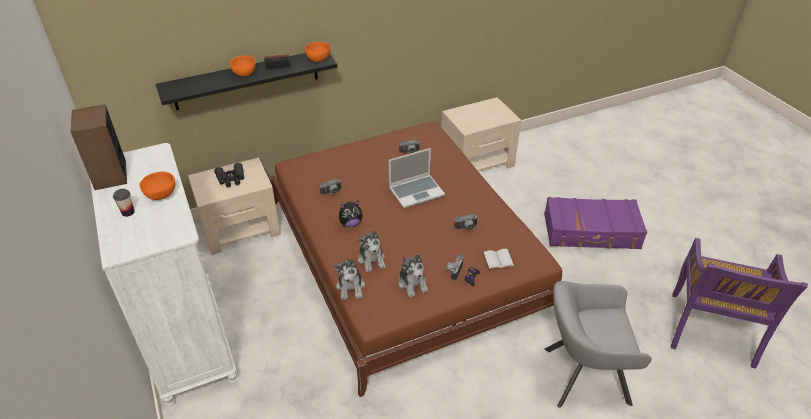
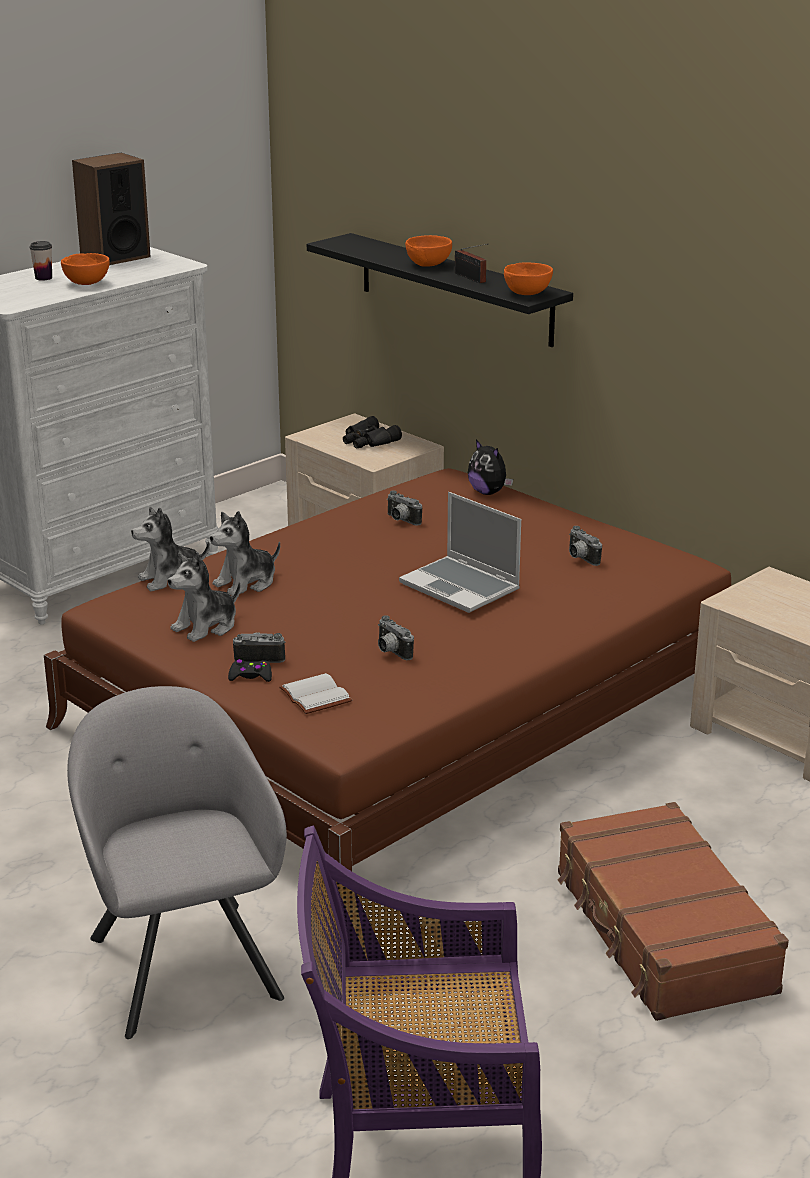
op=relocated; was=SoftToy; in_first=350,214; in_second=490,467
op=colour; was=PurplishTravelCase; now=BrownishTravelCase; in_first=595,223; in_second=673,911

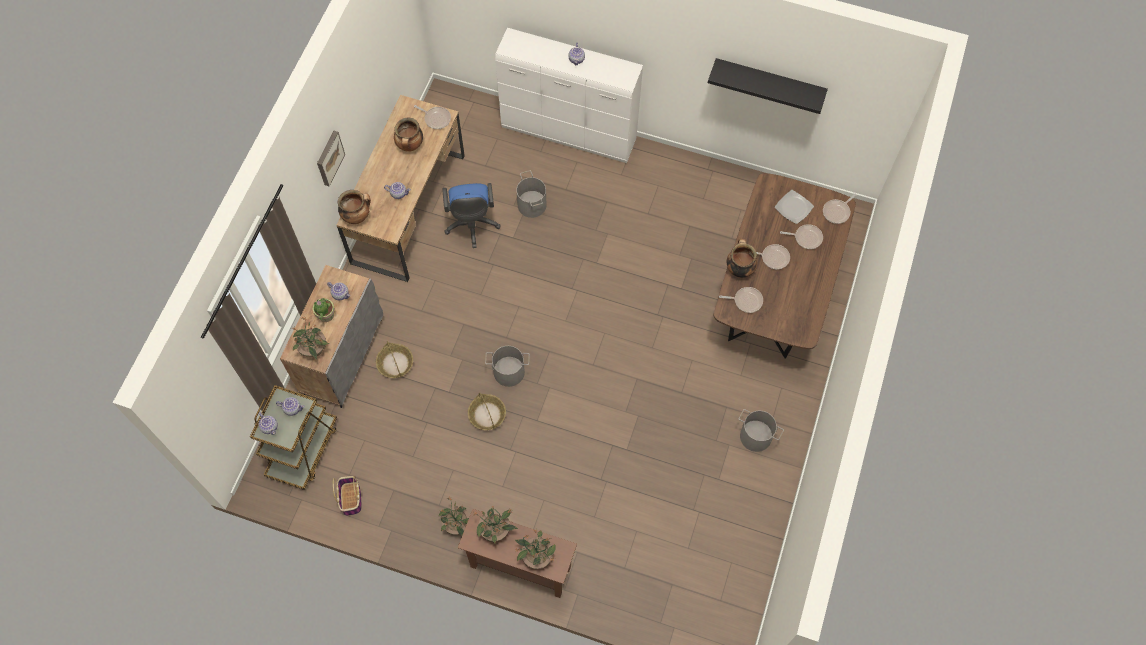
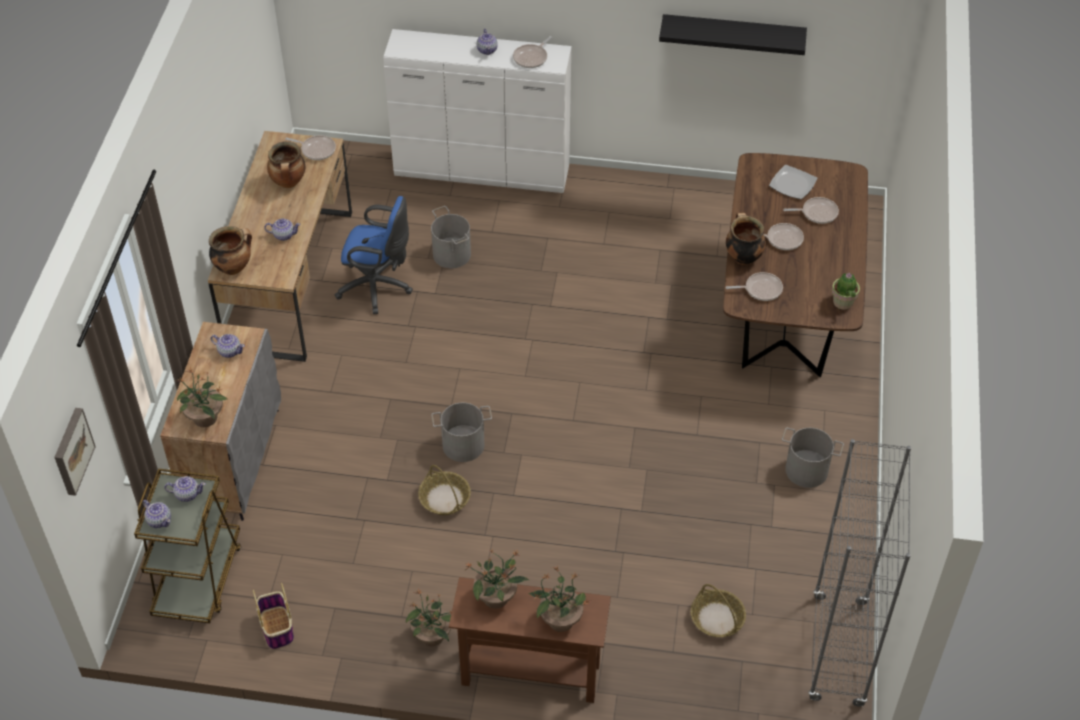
op=relocated; was=WallArt; in_first=331,158; in_second=75,452
op=spun; was=BlueDeskChair; in_first=472,215; in_second=374,255; clockwise=-60
op=relocated; was=Pan; in_first=839,209; in_second=532,52
op=relocated; was=StorageBasket; in_first=394,359; in_second=718,610
op=appeared; now=GreyishShelvingUnit; in_second=859,573
op=relocated; was=Houseplant; in_first=324,310; in_second=846,291

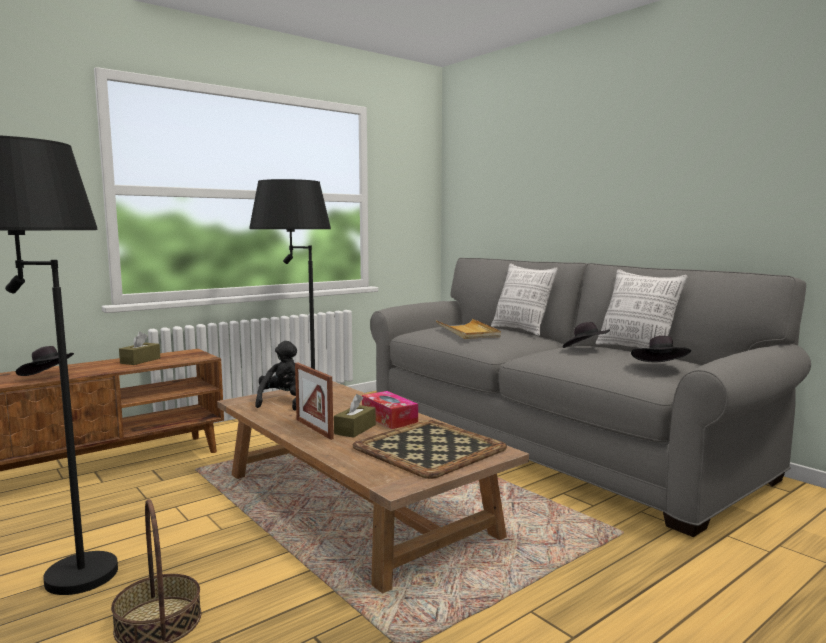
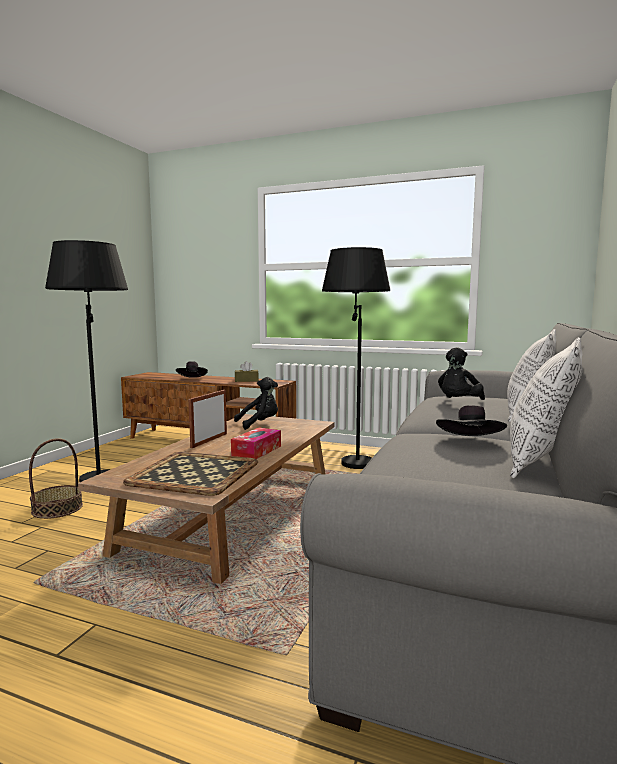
op=exchanged; was=BeigeColouredTray; now=BlackColouredSoftToy; in_first=468,329; in_second=461,373
op=missing; was=BrownishTissueHolder; in_first=355,416
op=missing; was=BlackColouredHat; in_first=661,349

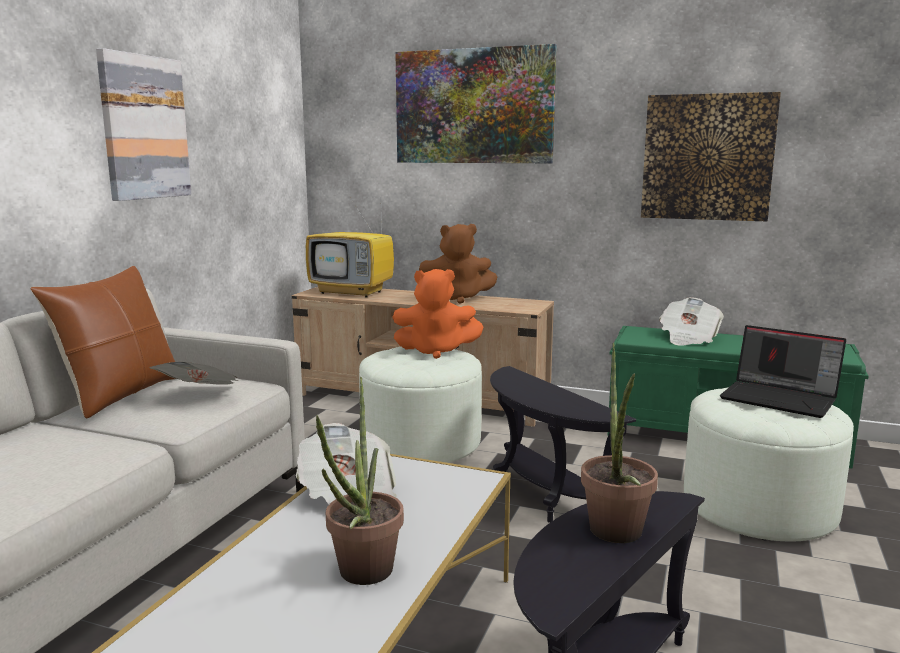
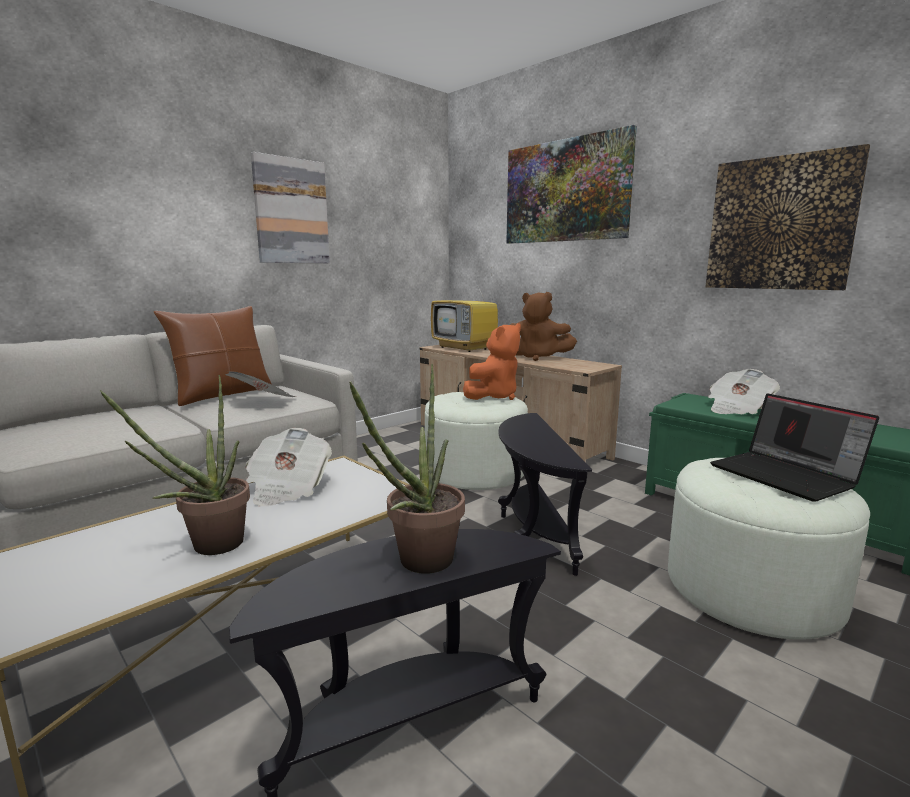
op=spun; was=OrangeSoftToy; in_first=438,314; in_second=492,361; clockwise=-75

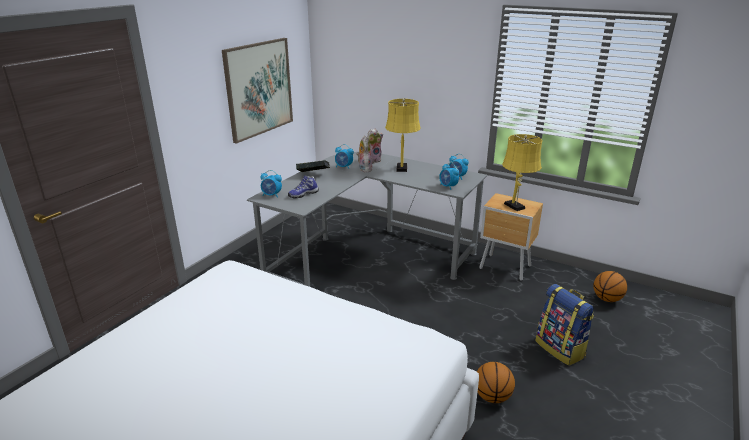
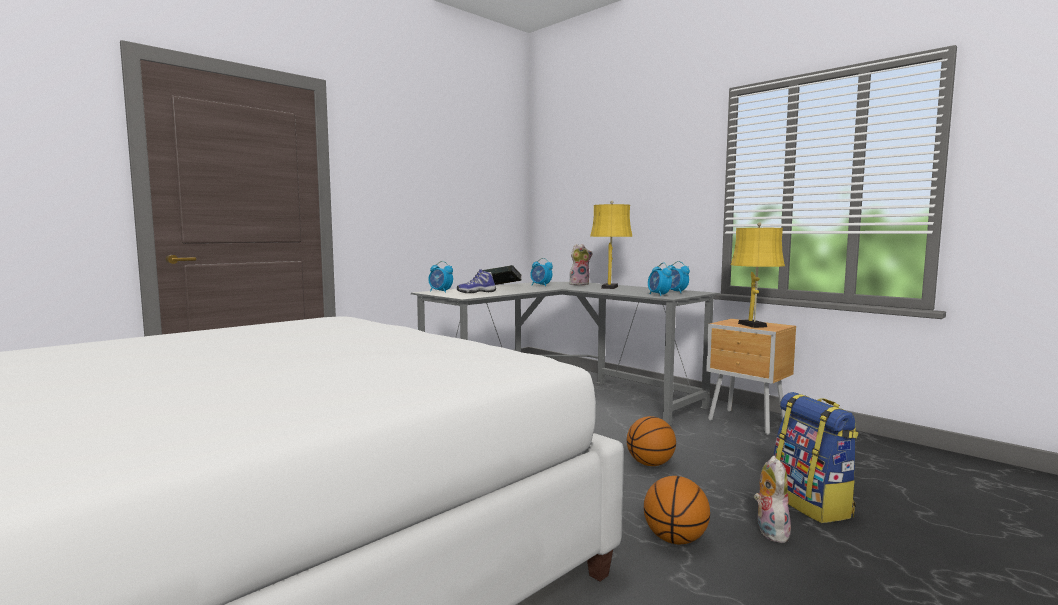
op=relocated; was=BasketballBall; in_first=610,286; in_second=651,441
op=relocated; was=SoftToy; in_first=364,153; in_second=772,499
op=missing; was=WallArt; in_first=257,91

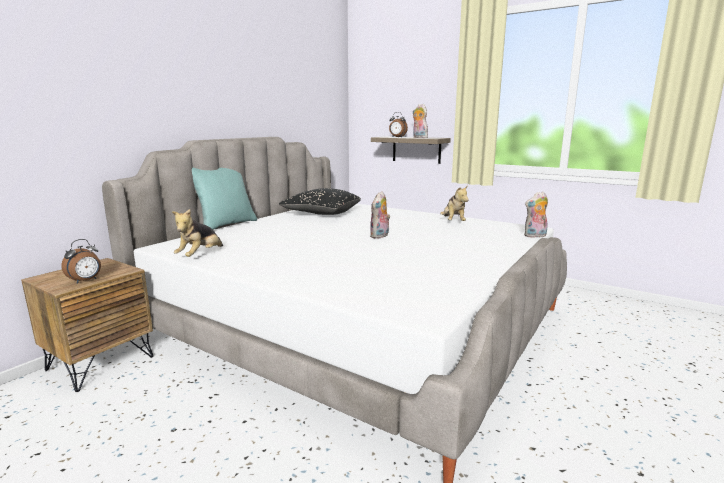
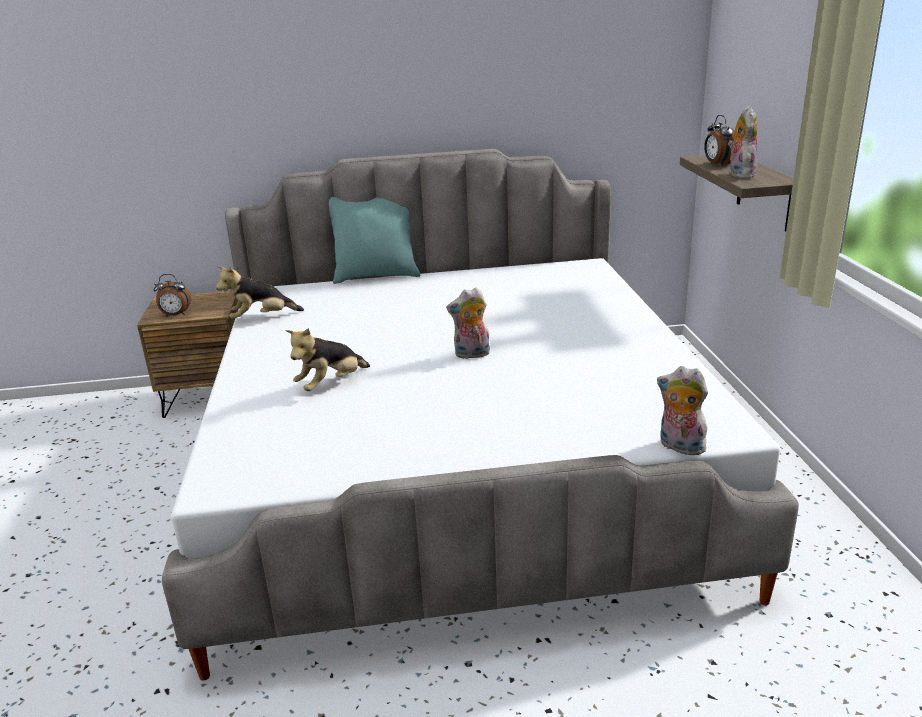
op=relocated; was=SoftToy; in_first=454,203; in_second=327,359
op=missing; was=BlackColouredCushion; in_first=320,201

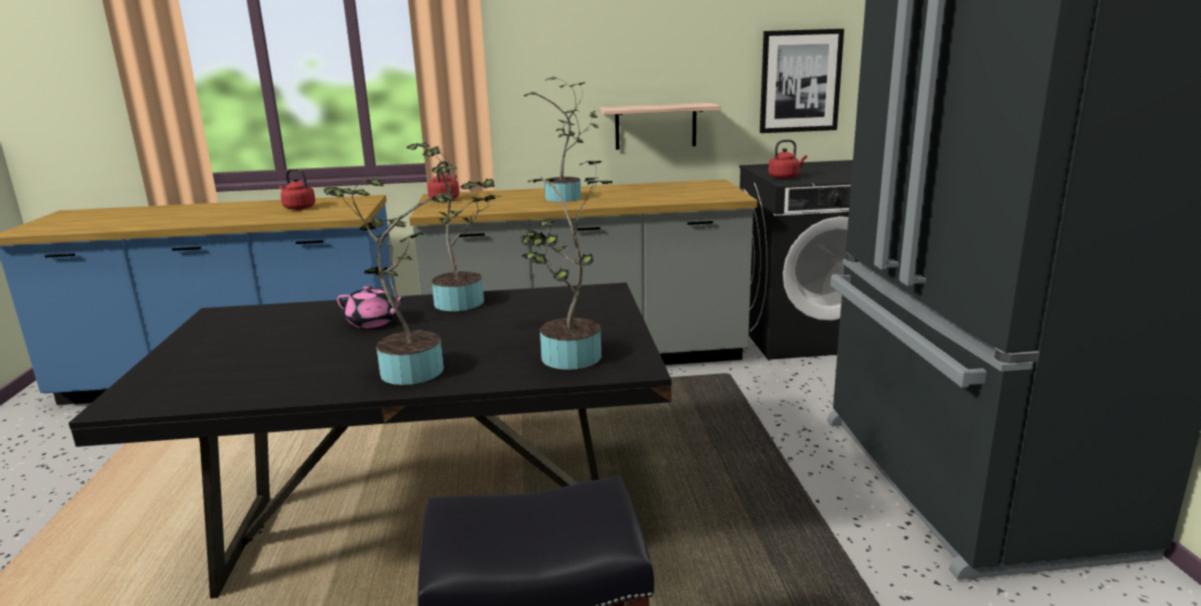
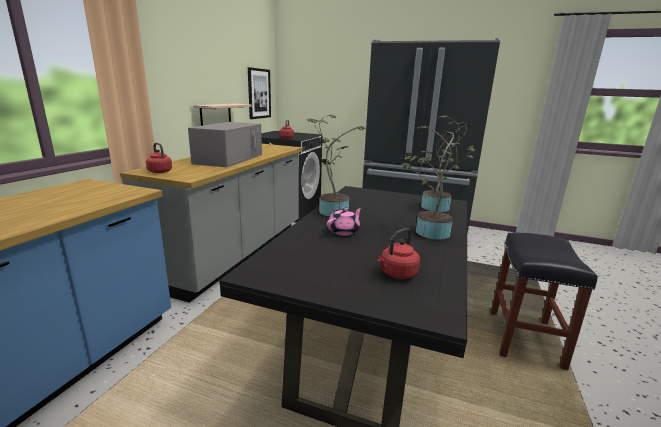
op=exchanged; was=Houseplant; now=GreyishMicrowave; in_first=561,139; in_second=225,145
op=relocated; was=RedColouredTeaKettle; in_first=297,189; in_second=398,253

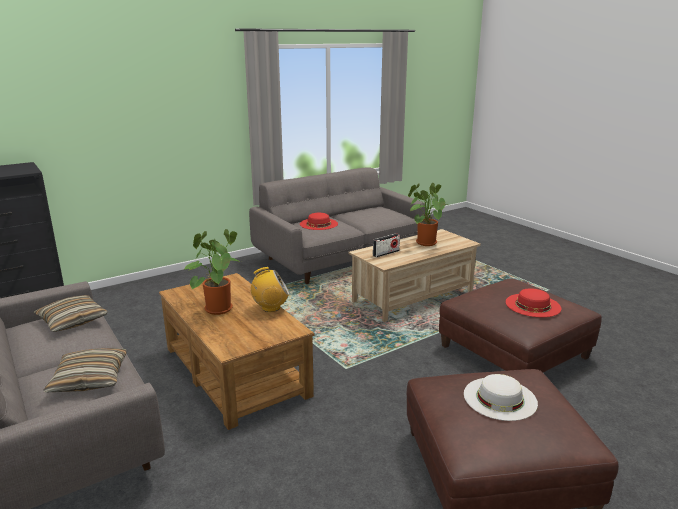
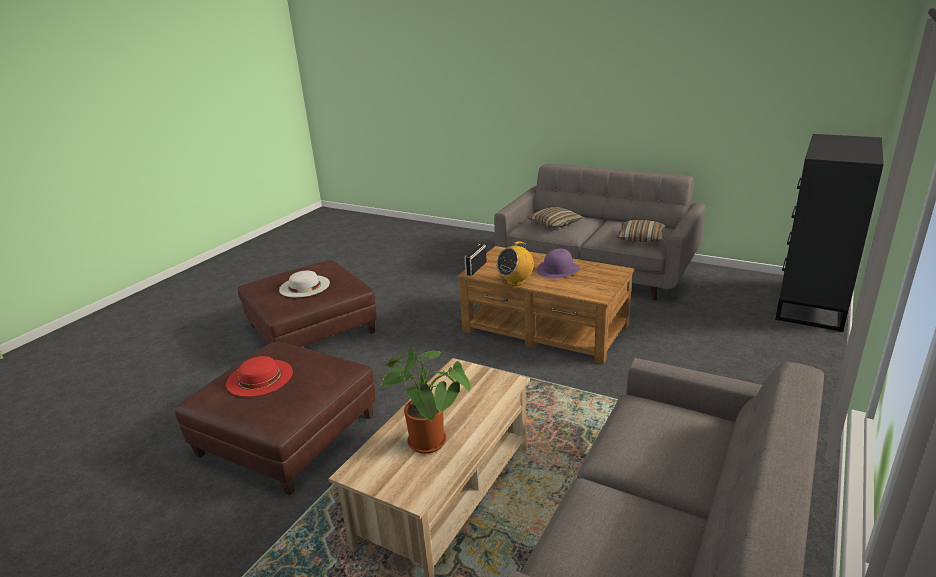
op=relocated; was=RadioSet; in_first=386,245; in_second=475,260
op=exchanged; was=Houseplant; now=PurplishHat; in_first=212,272; in_second=558,264
op=missing; was=RedColouredHat; in_first=319,221

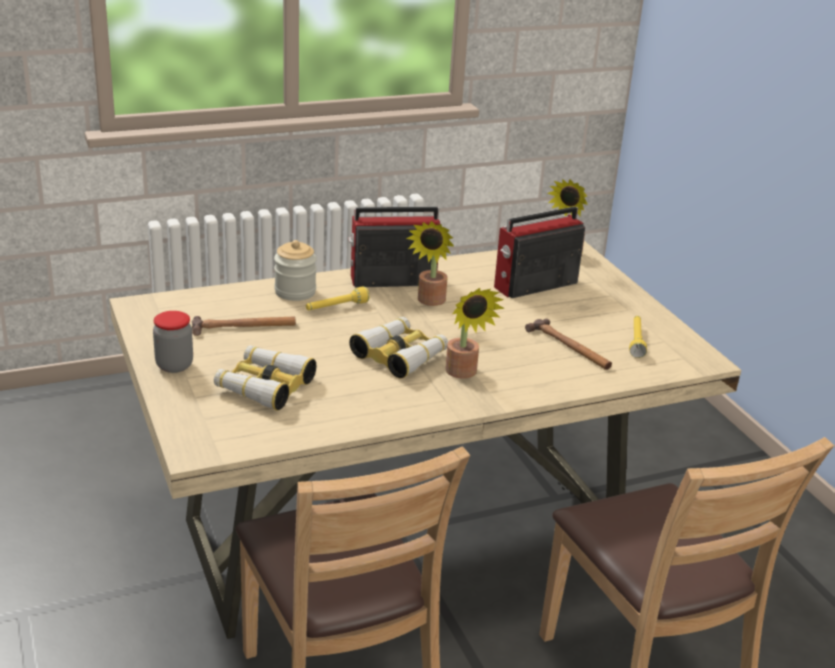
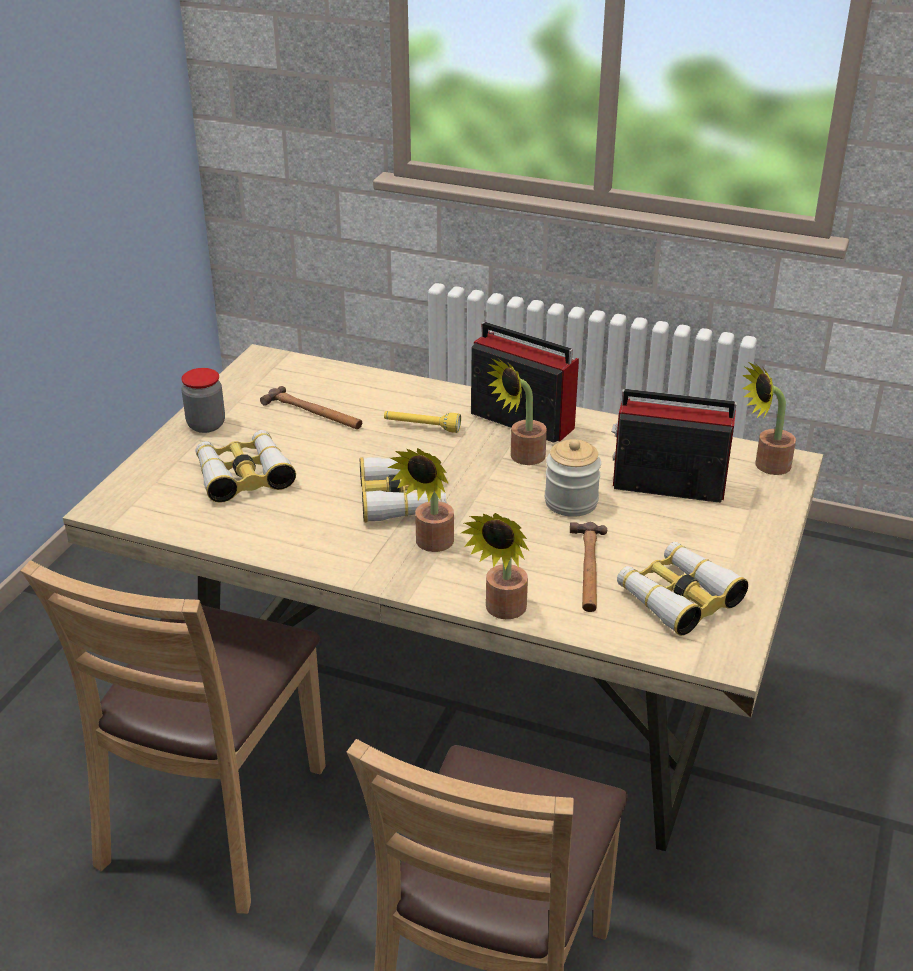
op=appeared; now=Houseplant; in_second=495,566
op=relocated; was=StorageJar; in_first=295,270; in_second=573,478
op=exchanged; was=YellowHandTorch; now=PairOfBinoculars; in_first=638,337; in_second=682,589

